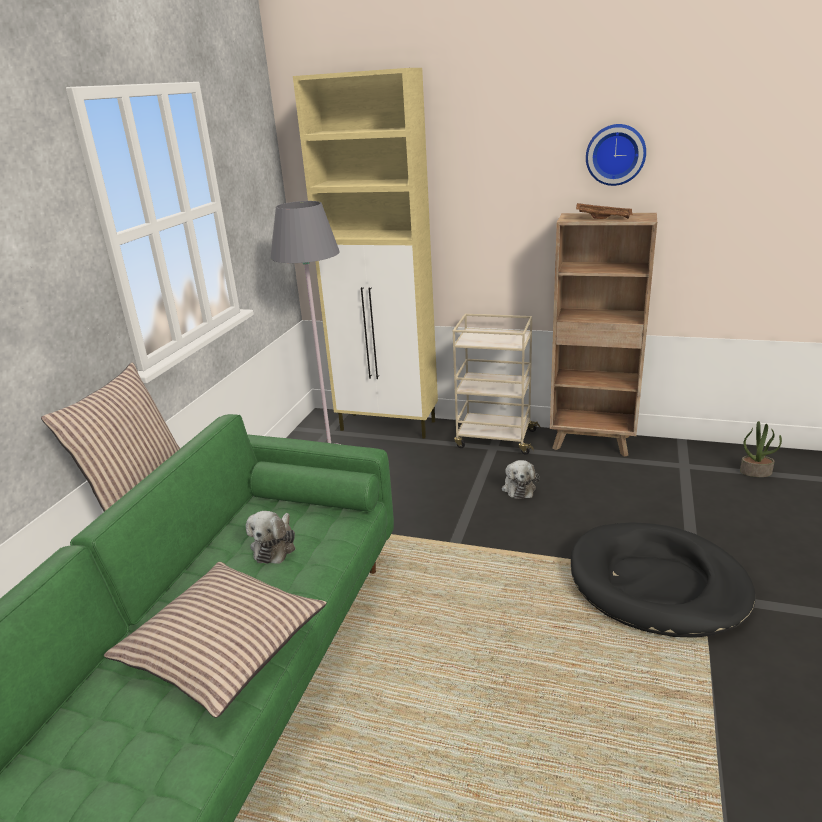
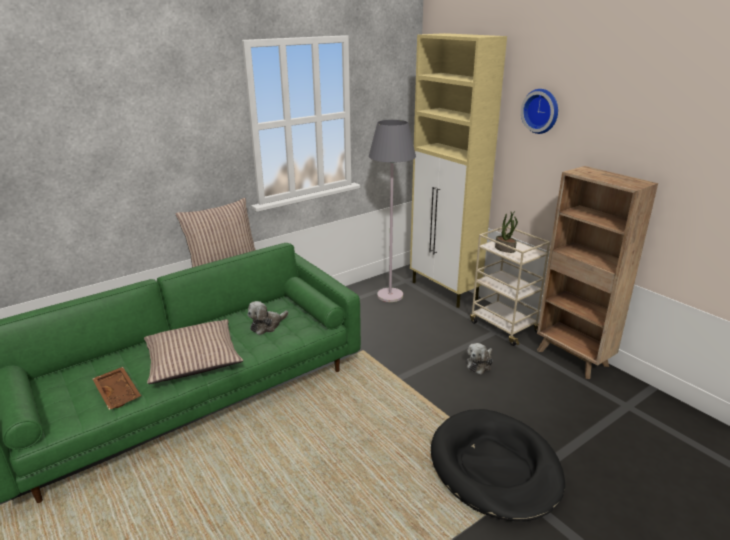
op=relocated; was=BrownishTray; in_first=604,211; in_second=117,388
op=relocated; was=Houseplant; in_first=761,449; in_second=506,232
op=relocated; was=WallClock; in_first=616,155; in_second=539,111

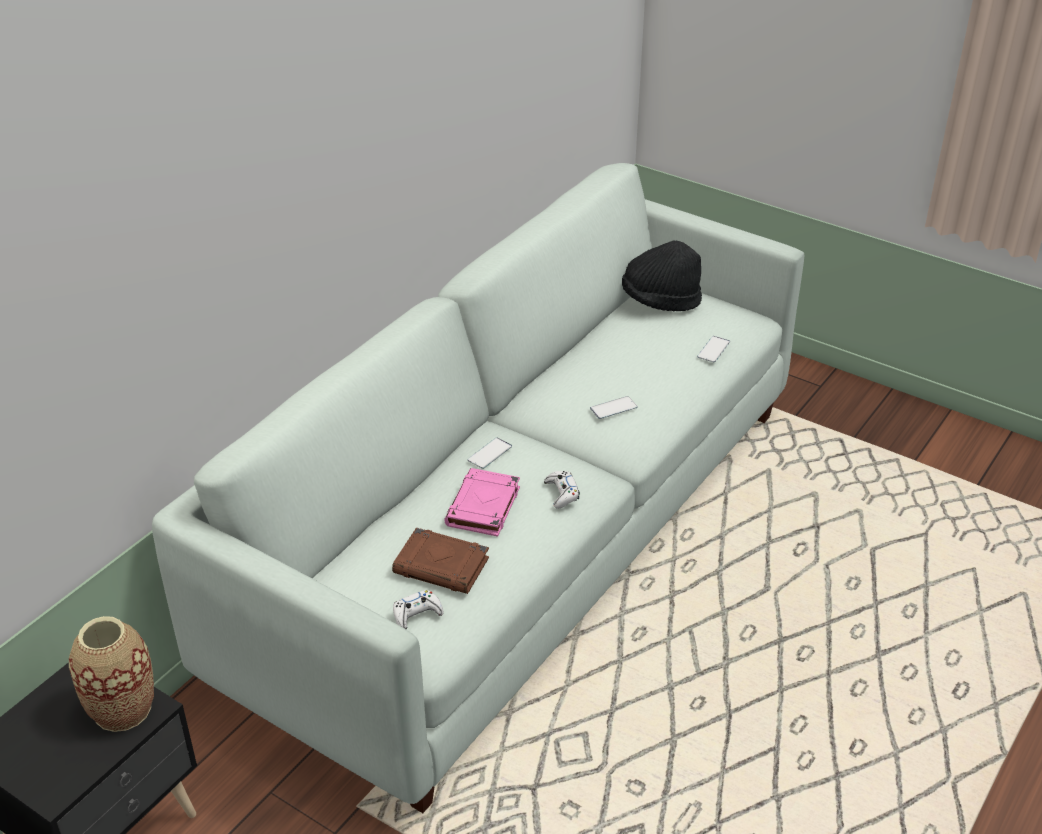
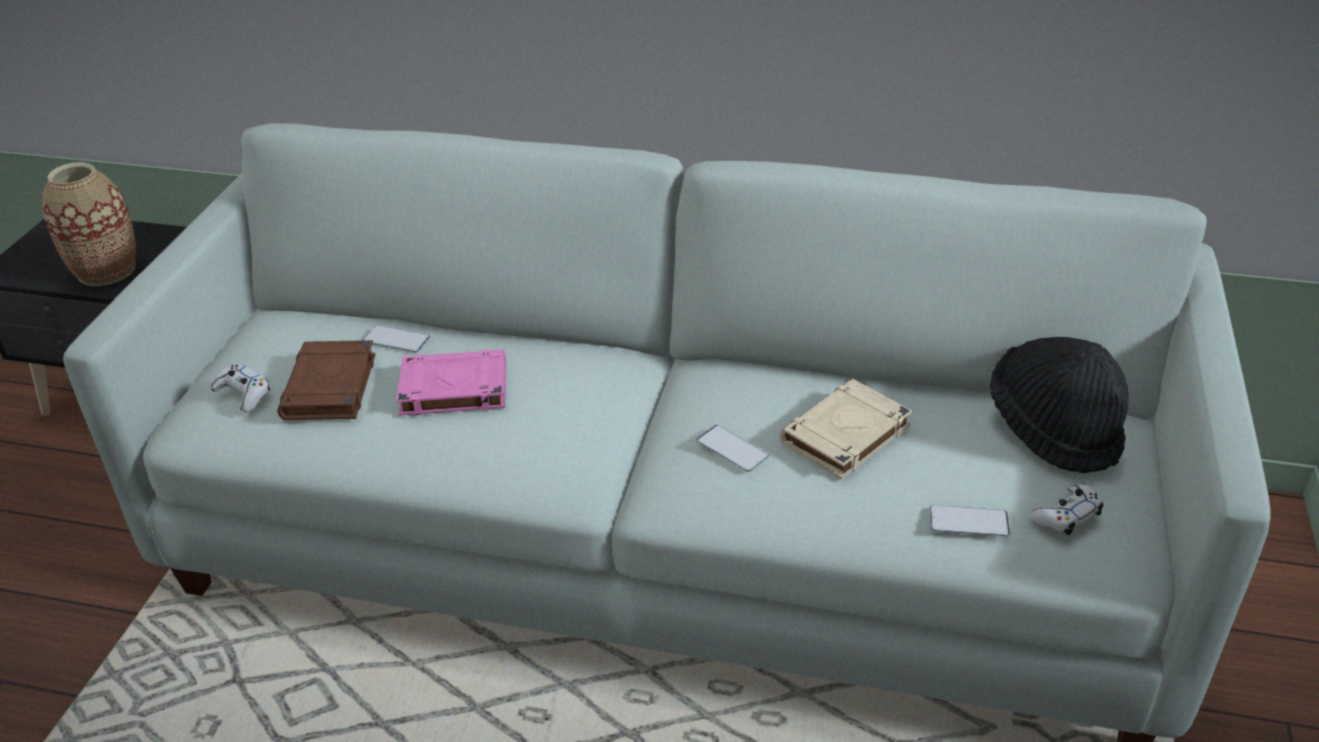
op=relocated; was=Phone; in_first=489,453; in_second=396,338
op=appeared; now=BeigeColouredVolume; in_second=845,429
op=relocated; was=WhiteColouredGamepad; in_first=562,490; in_second=1067,509

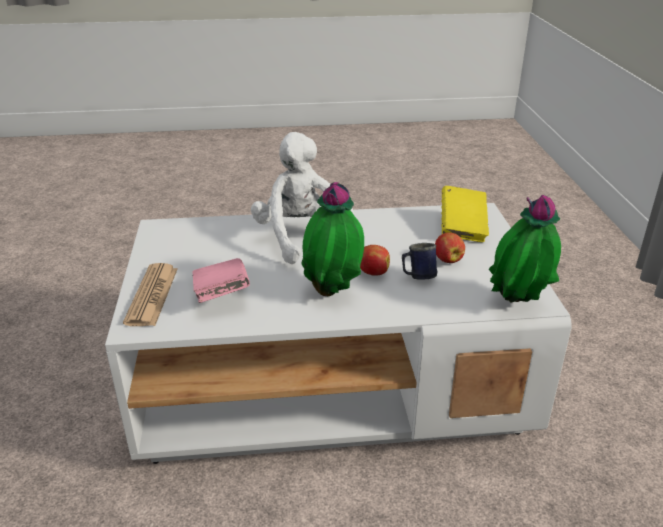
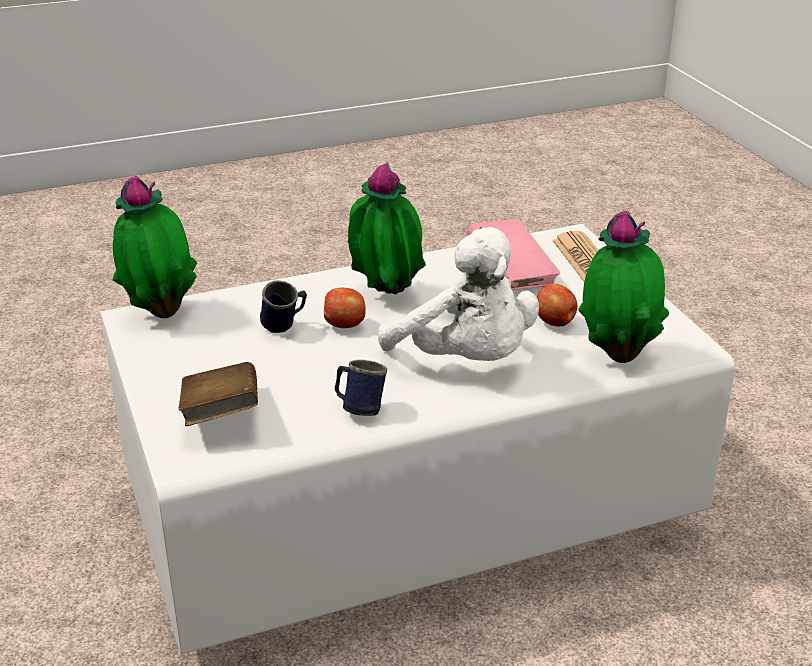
op=colour; was=YellowVolume; now=BrownishVolume; in_first=465,214; in_second=218,394
op=appeared; now=BlueMug; in_second=361,388
op=relocated; was=WholeApple; in_first=450,247; in_second=556,305
op=appeared; now=Houseplant; in_second=623,287

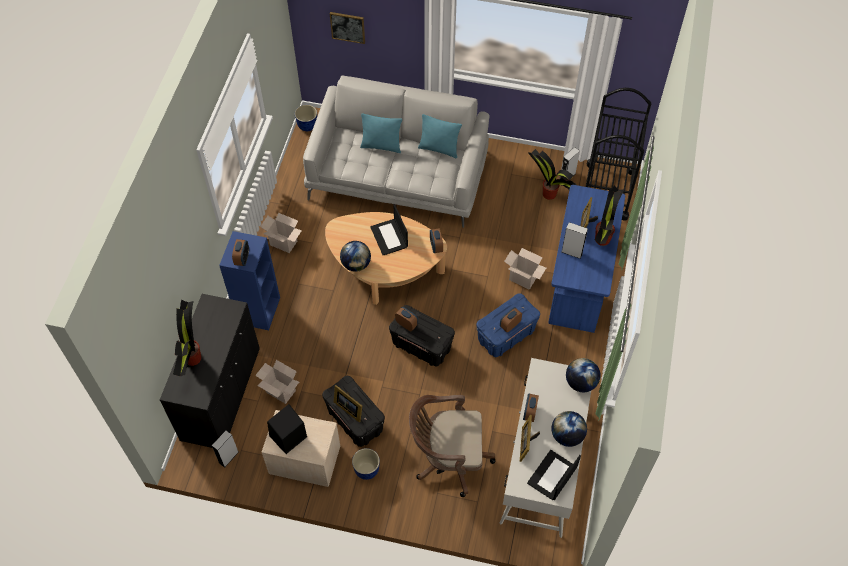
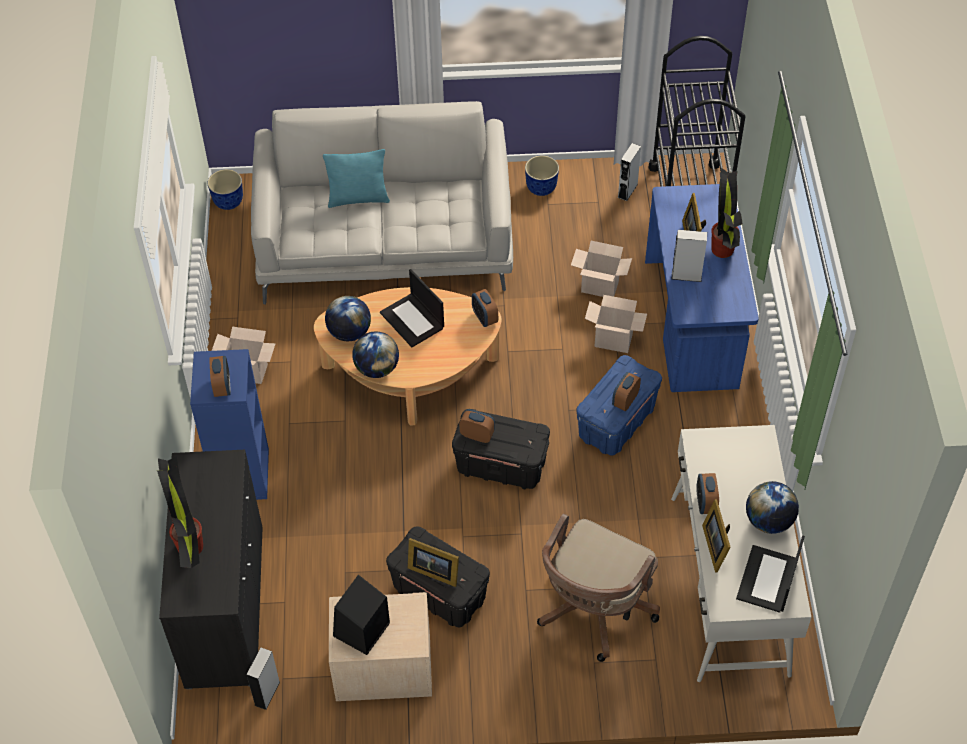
op=relocated; was=Globe; in_first=583,375; in_second=348,318
op=relocated; was=PlantPot; in_first=366,464; in_second=542,175
op=spun; was=BrownishDeskChair; in_first=452,446; in_second=598,587; clockwise=-45
op=relocated; was=Carton; in_first=277,382; in_second=601,269
op=missing; was=WallArt; in_first=347,28
op=missing; was=TurquoiseColouredCushion; in_first=440,136
op=missing; was=Houseplant; in_first=552,174

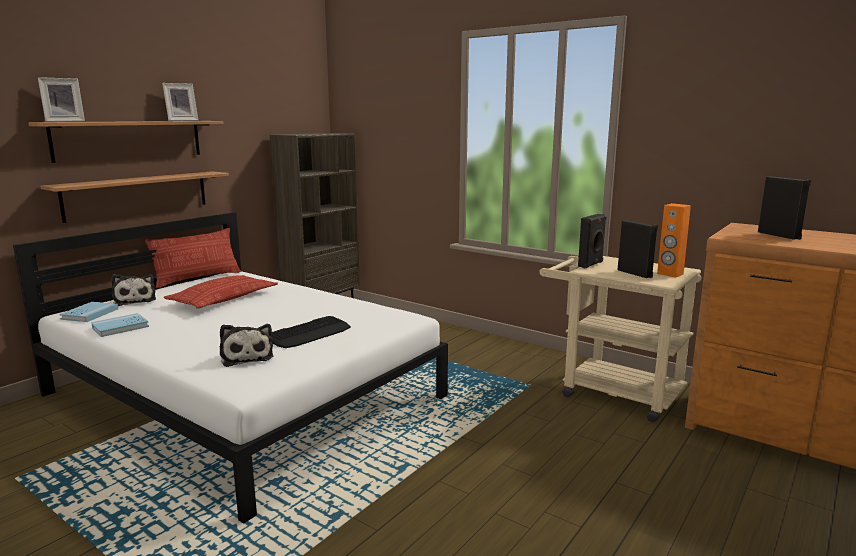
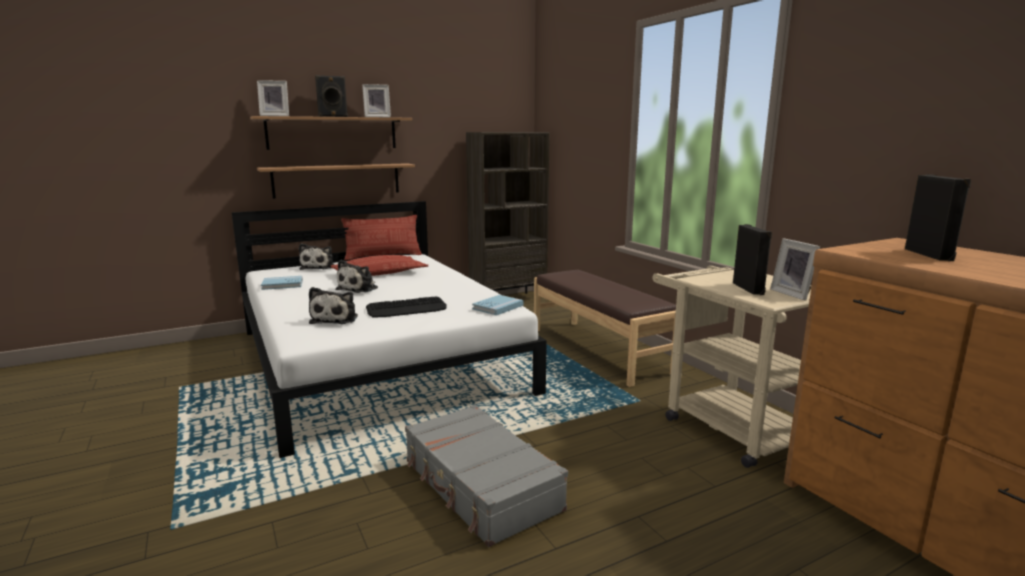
op=relocated; was=BlackColouredSpeaker; in_first=592,241; in_second=331,96
op=appeared; now=SoftToy; in_second=357,276
op=appeared; now=GreyishTravelCase; in_second=486,476
op=relocated; was=BlueVolume; in_first=88,312; in_second=497,305
op=appeared; now=BrownishIndoorBench; in_second=605,328
op=exchanged; was=OrangeSpeaker; now=StandingFrame; in_first=674,240; in_second=795,269

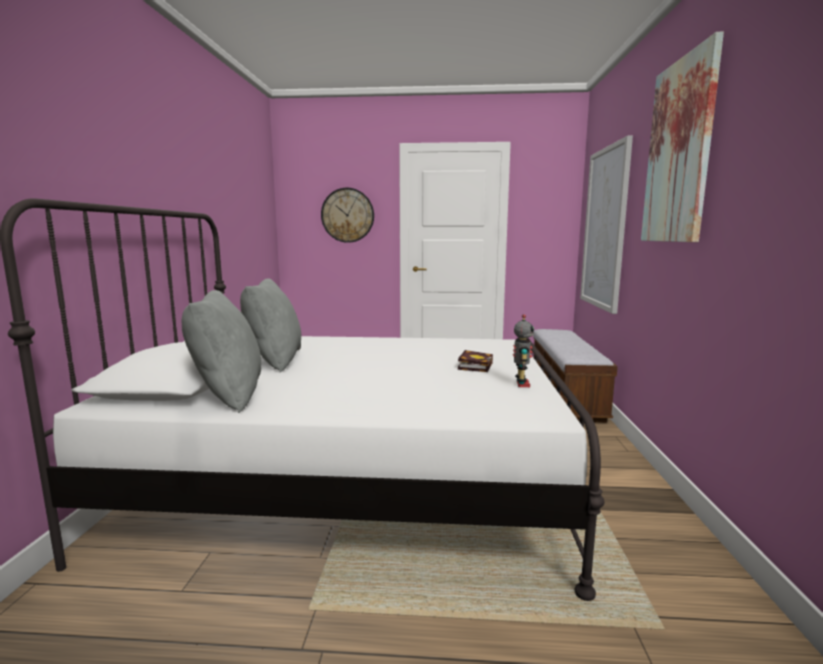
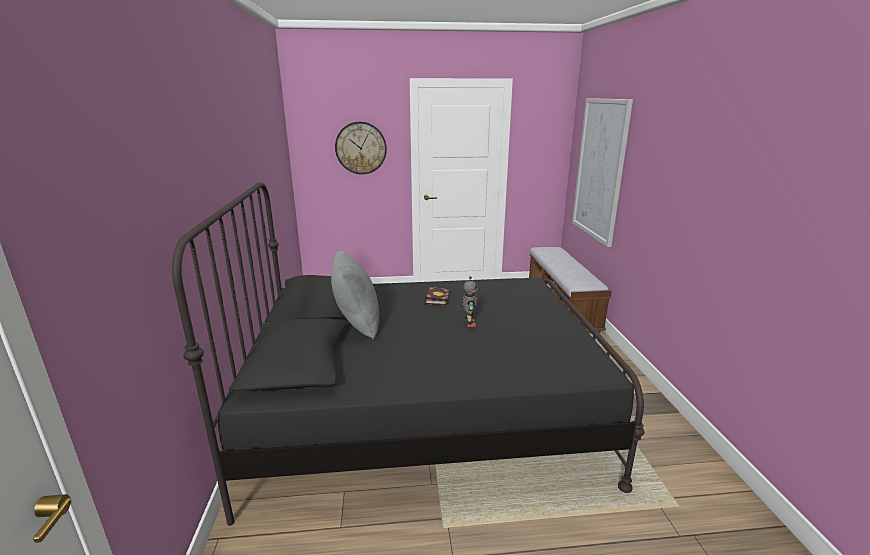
op=colour; was=WhiteColouredBed; now=BlackColouredBed; in_first=302,400; in_second=408,354
op=relocated; was=Volume; in_first=475,361; in_second=437,296
op=relocated; was=RobotFigure; in_first=523,350; in_second=470,301
op=missing; was=GreyishCushion; in_first=221,351
op=missing; was=WallArt; in_first=682,137

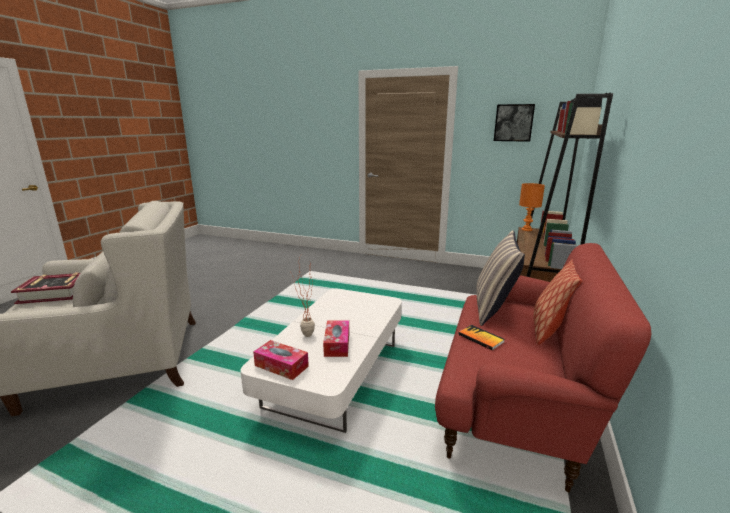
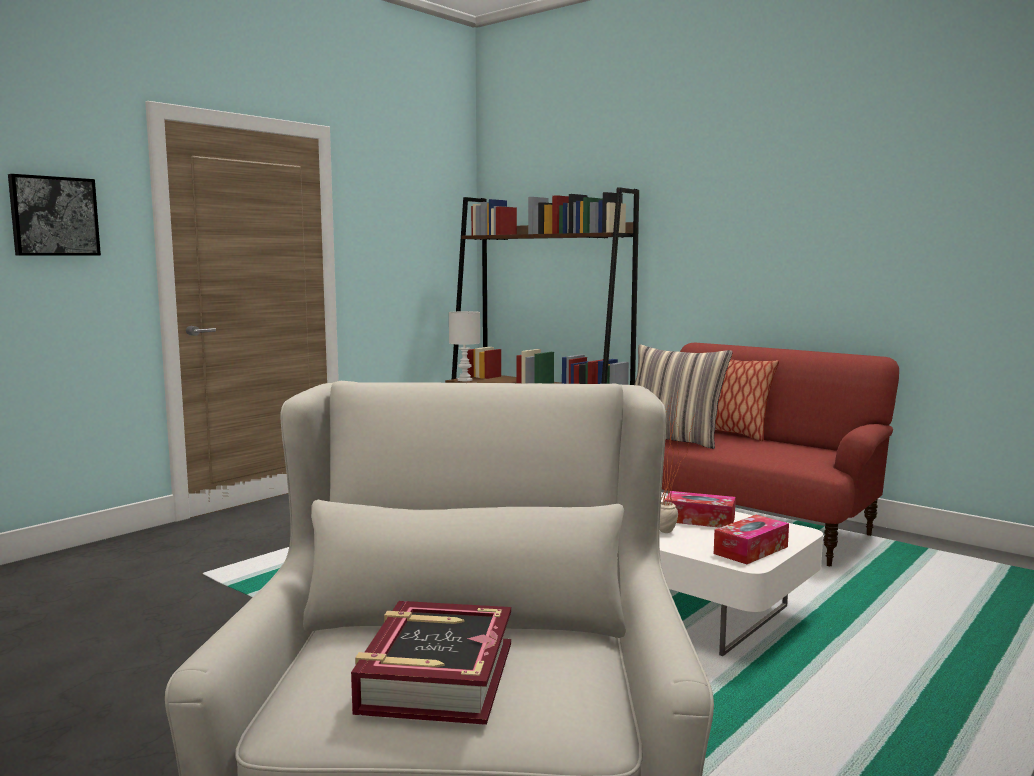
op=relocated; was=WallArt; in_first=514,123; in_second=54,215
op=colour; was=OrangeLampForATable; now=WhiteColouredLampForATable; in_first=532,207; in_second=464,346
op=missing; was=Volume; in_first=481,337

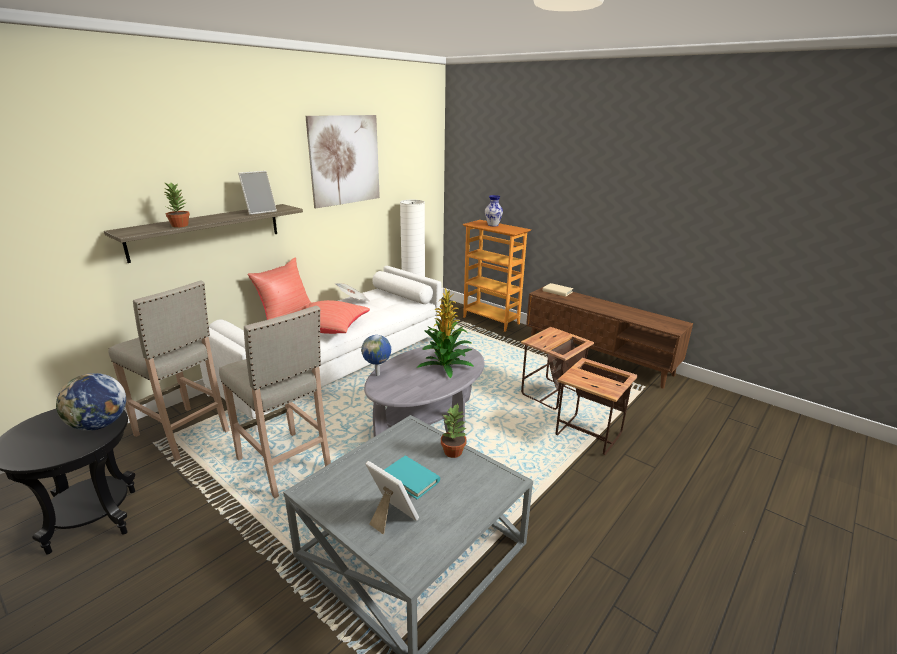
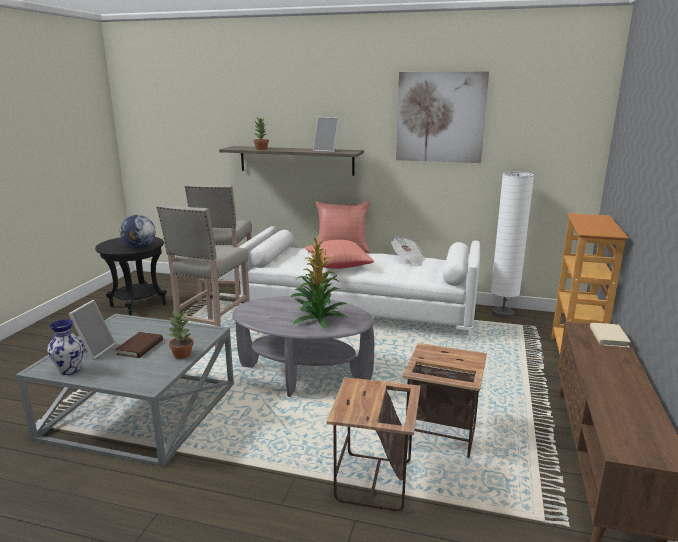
op=relocated; was=FlowerVase; in_first=494,211; in_second=65,347
op=colour; was=TurquoiseColouredVolume; now=BrownishVolume; in_first=412,477; in_second=139,345
op=missing; was=Globe; in_first=376,355

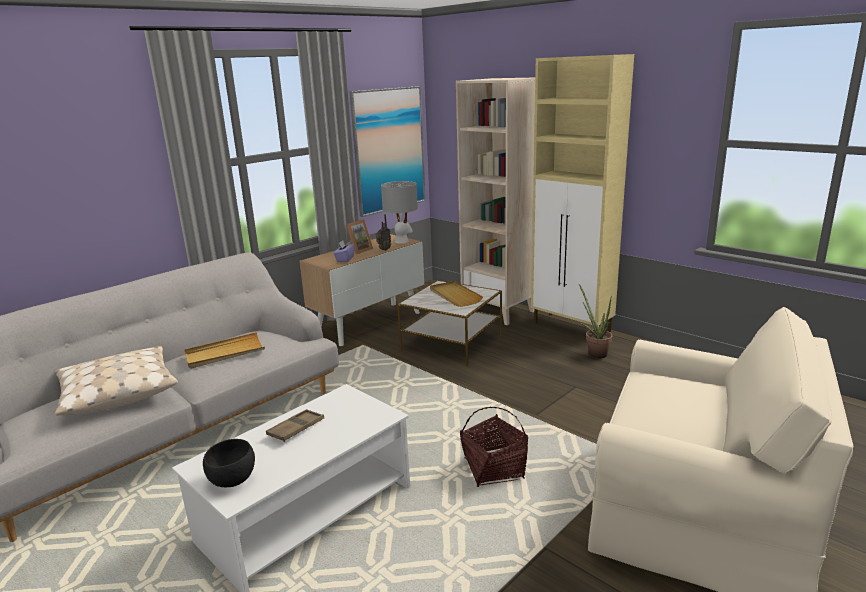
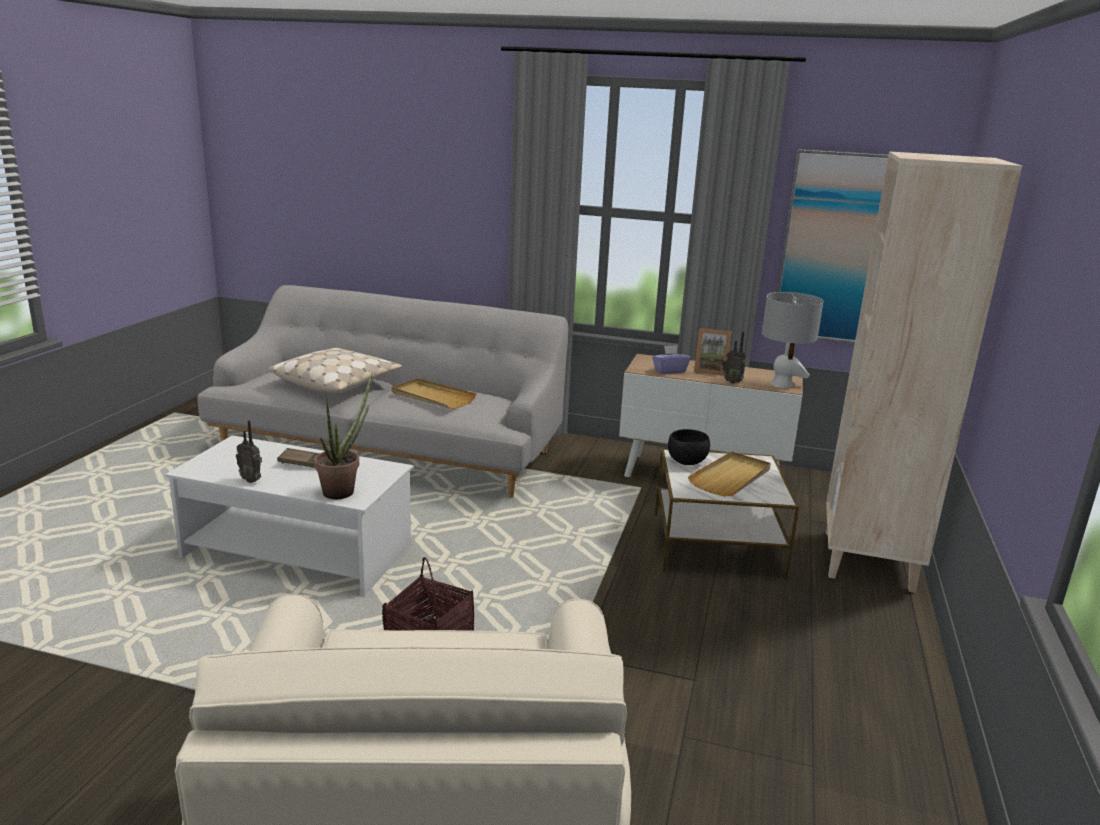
op=appeared; now=RadioSet; in_second=249,451
op=relocated; was=Houseplant; in_first=596,321; in_second=343,436
op=relocated; was=BlackColouredDeepDish; in_first=229,463; in_second=689,447
op=missing; was=BeigeColouredCabinet; in_first=582,193

